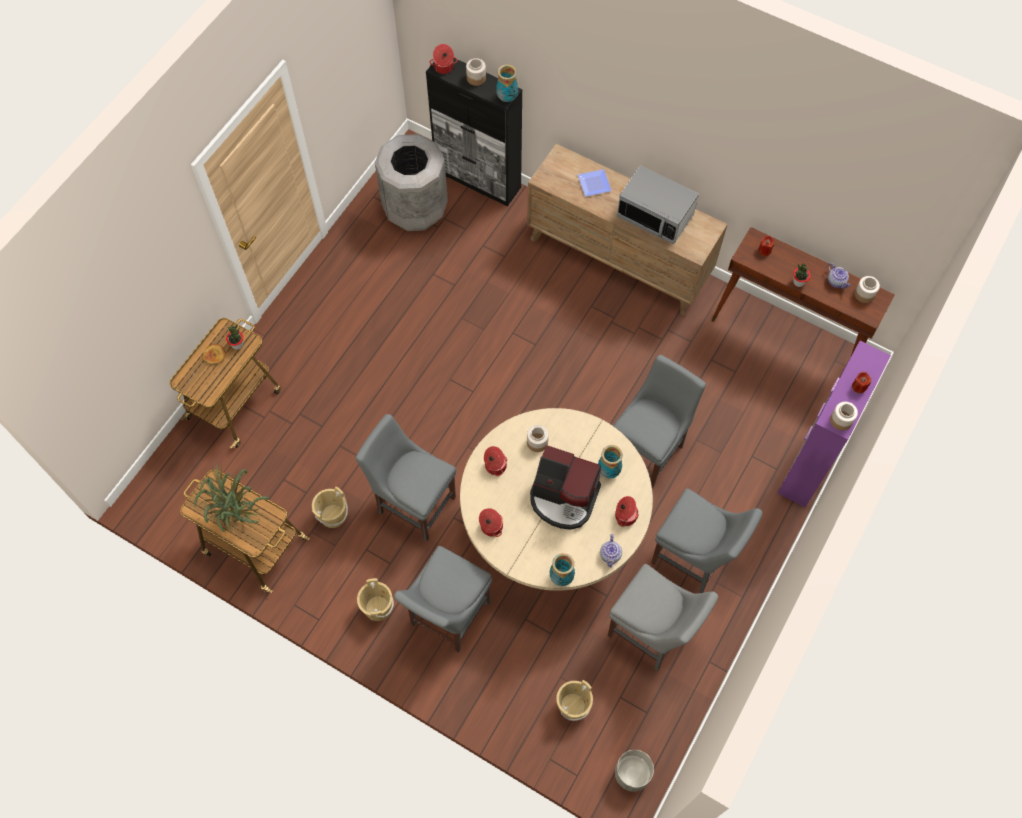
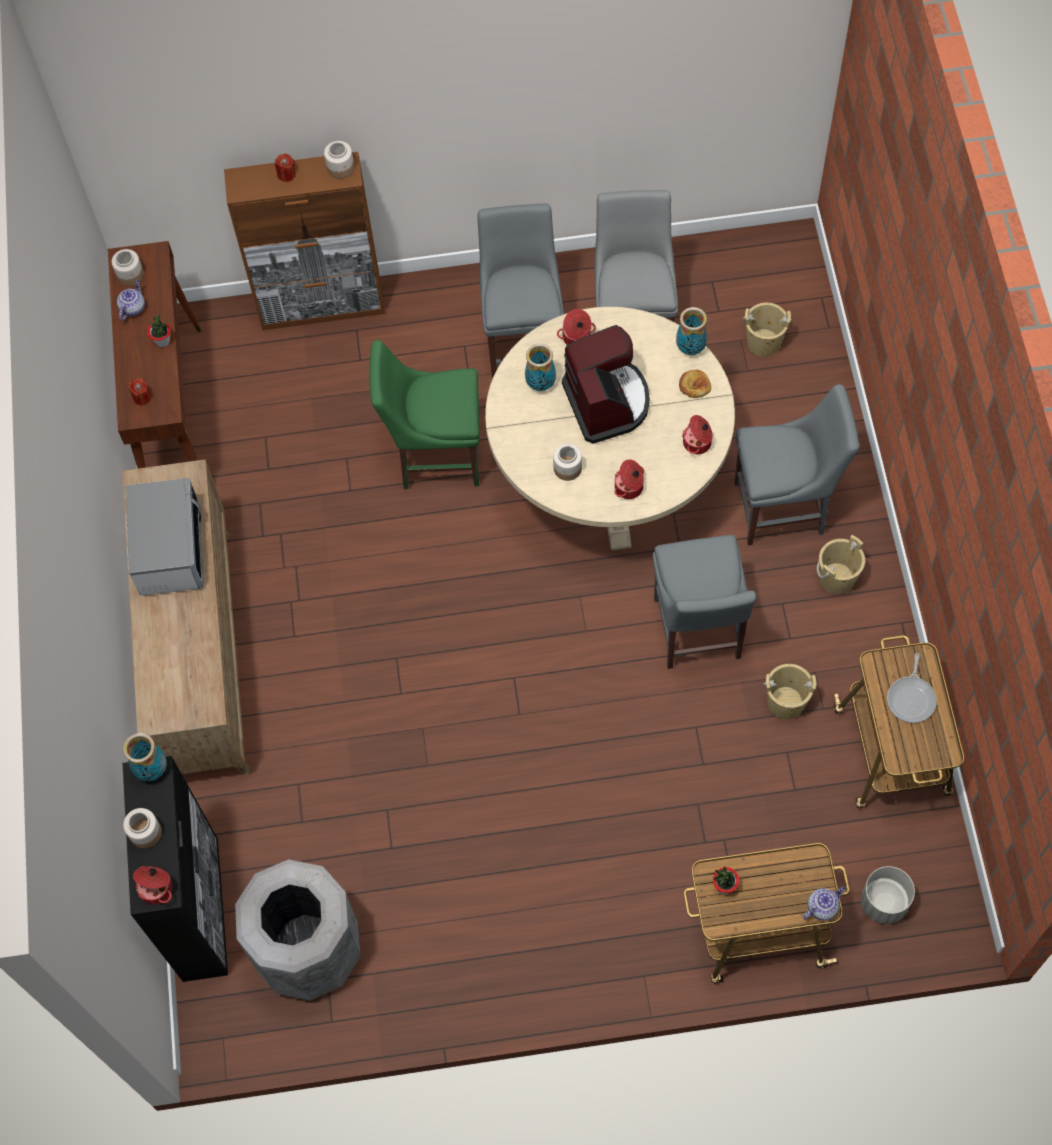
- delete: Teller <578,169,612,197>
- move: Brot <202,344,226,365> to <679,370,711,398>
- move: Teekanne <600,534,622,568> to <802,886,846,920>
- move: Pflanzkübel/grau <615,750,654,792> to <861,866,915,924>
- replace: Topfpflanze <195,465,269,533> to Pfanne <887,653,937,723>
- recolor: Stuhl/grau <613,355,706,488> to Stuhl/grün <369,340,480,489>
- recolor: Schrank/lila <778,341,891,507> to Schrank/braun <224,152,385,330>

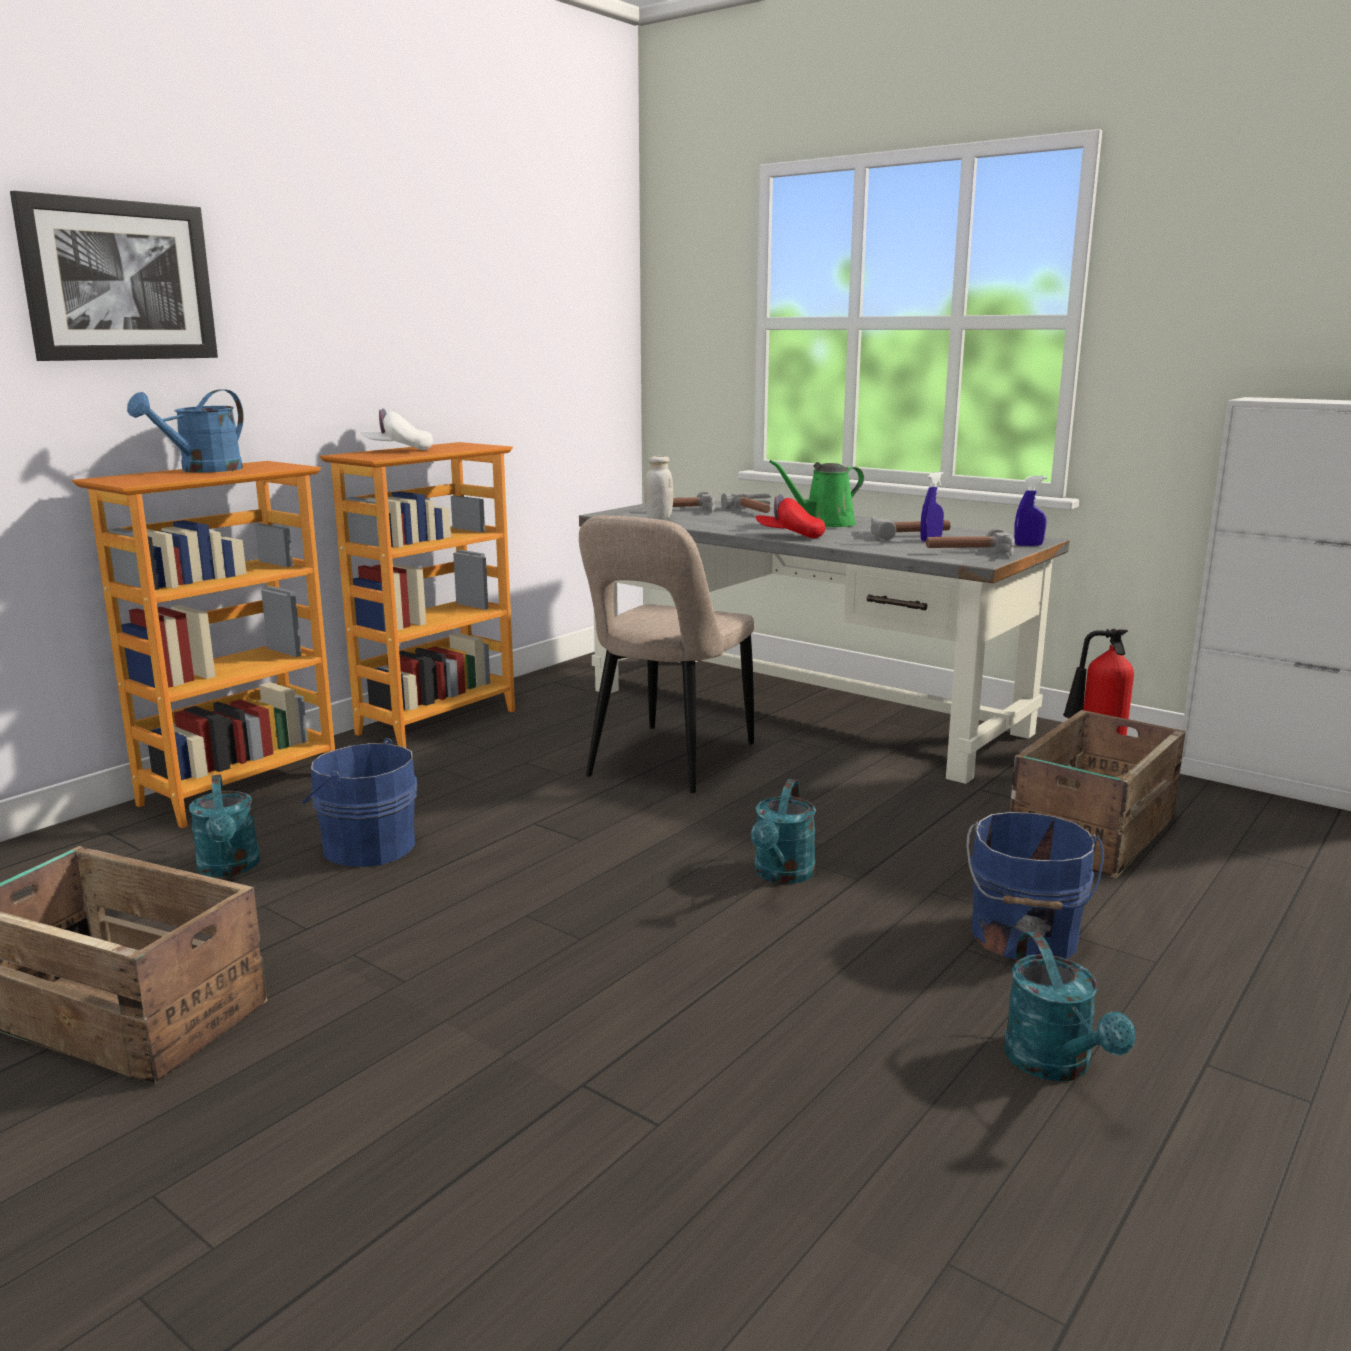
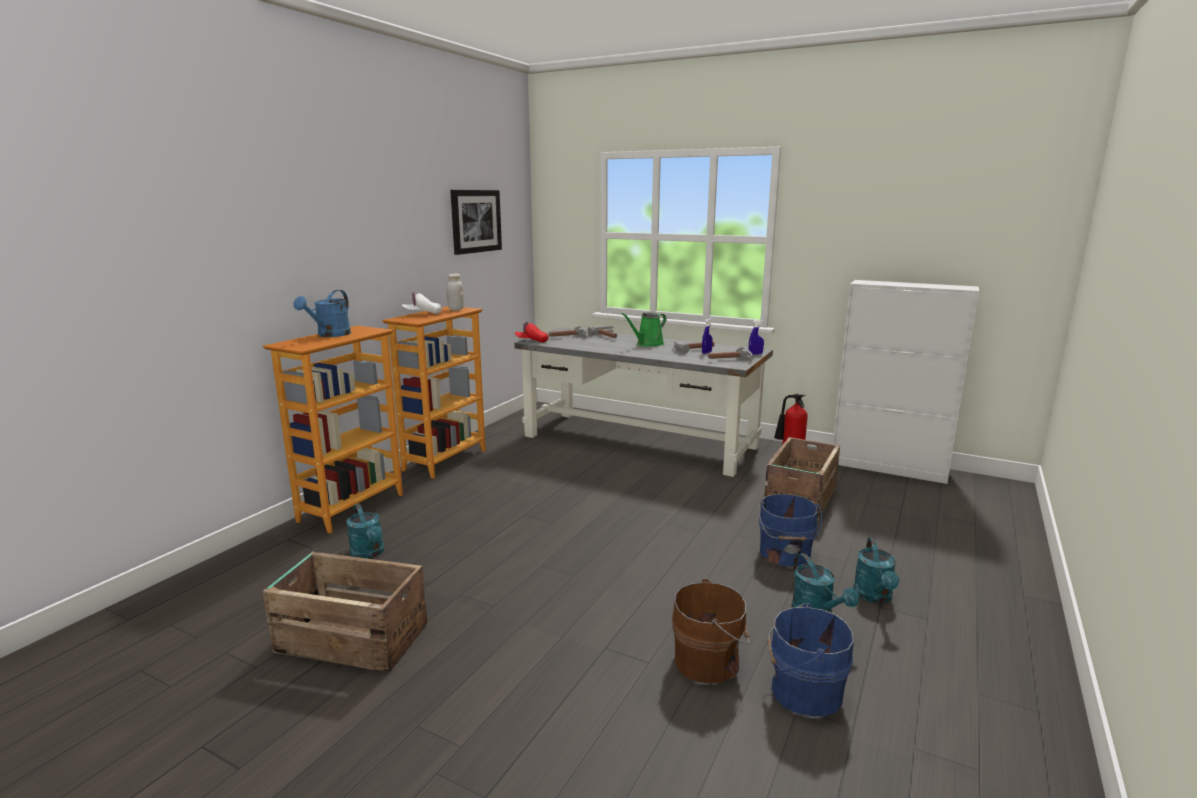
- delete: Stuhl/beige <579,515,754,793>
- insert: Eimer/braun <672,579,749,684>
- move: Bild <10,191,218,361> to <450,190,502,255>
- move: Eimer/blau <302,738,417,867> to <768,603,854,716>
- move: Vorratsglas/weiß <644,456,673,520> to <446,274,464,311>
- move: Gießkanne/türkis <751,779,816,884> to <853,538,899,603>
- move: Kappe/rot <756,494,825,538> to <515,321,549,343>

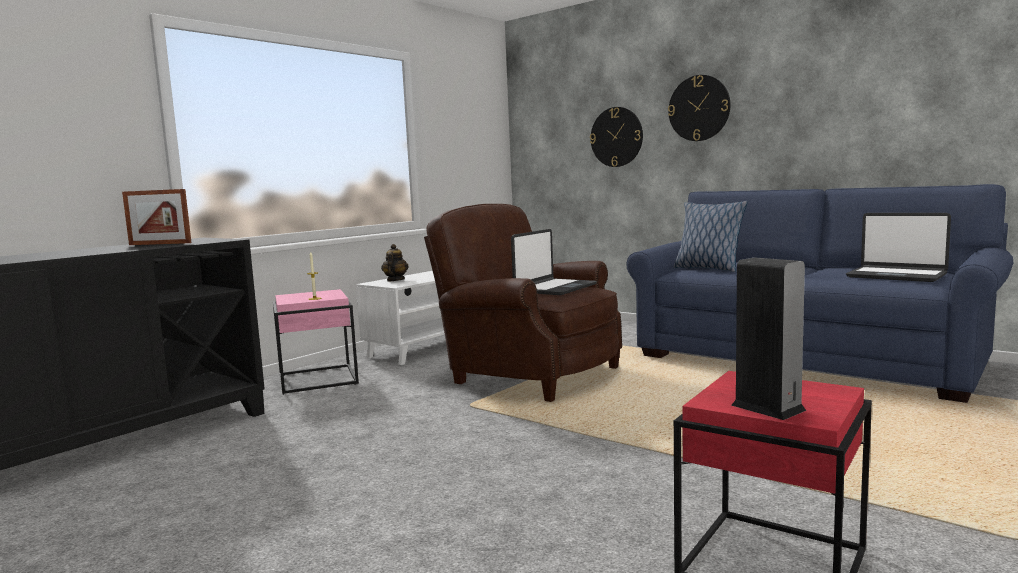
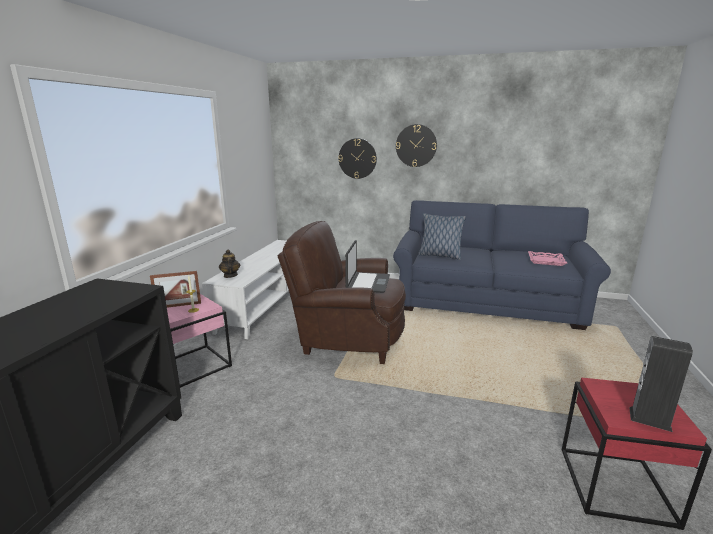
- move: Bilderrahmen <122,189,191,245> to <150,271,201,308>
- replace: Laptop <846,213,951,282> to Tablett/rosa <528,251,567,266>

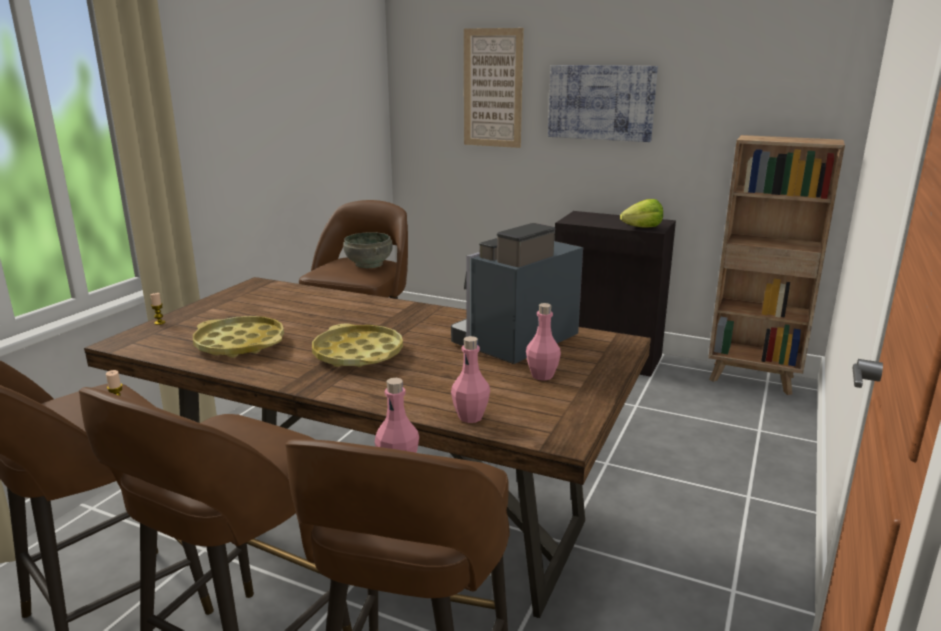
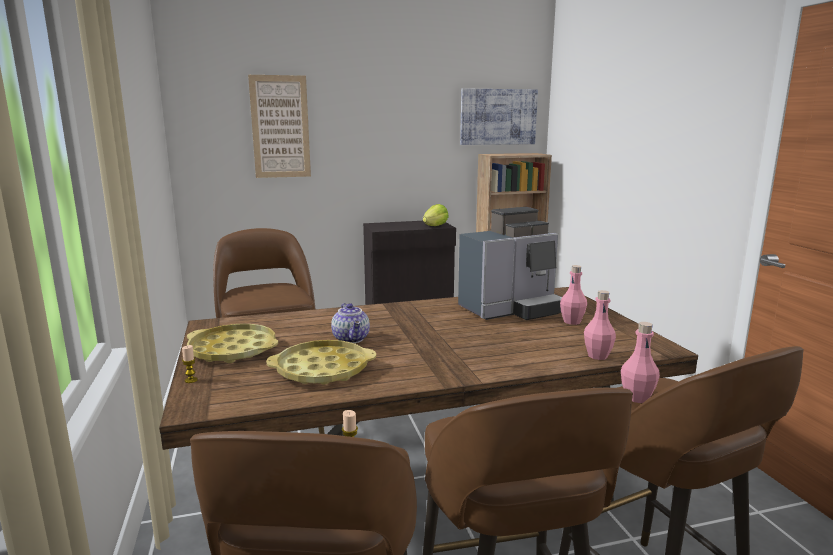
- delete: Schüssel/grau <343,233,393,268>
- insert: Teekanne <331,303,370,343>
- move: Tablett/gelb <312,324,403,367> to <187,324,278,363>
- move: Bild <548,65,658,142> to <460,88,538,145>
- rotate: Kaffeemaschine <451,223,583,364> = <458,207,562,320> 120 degrees counterclockwise

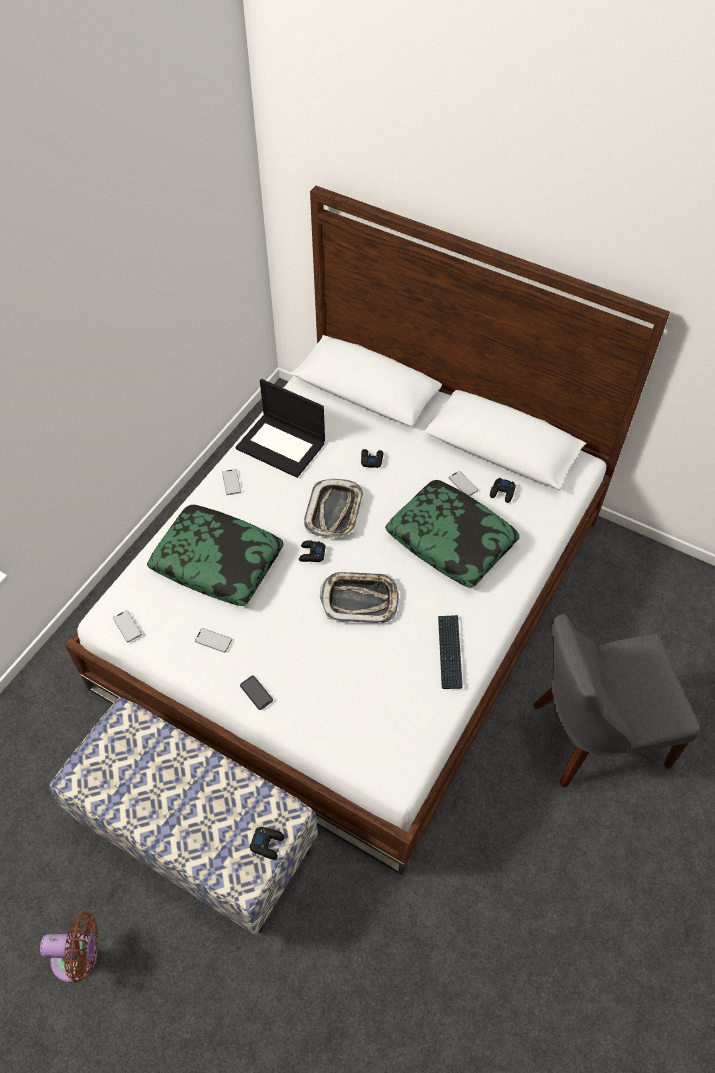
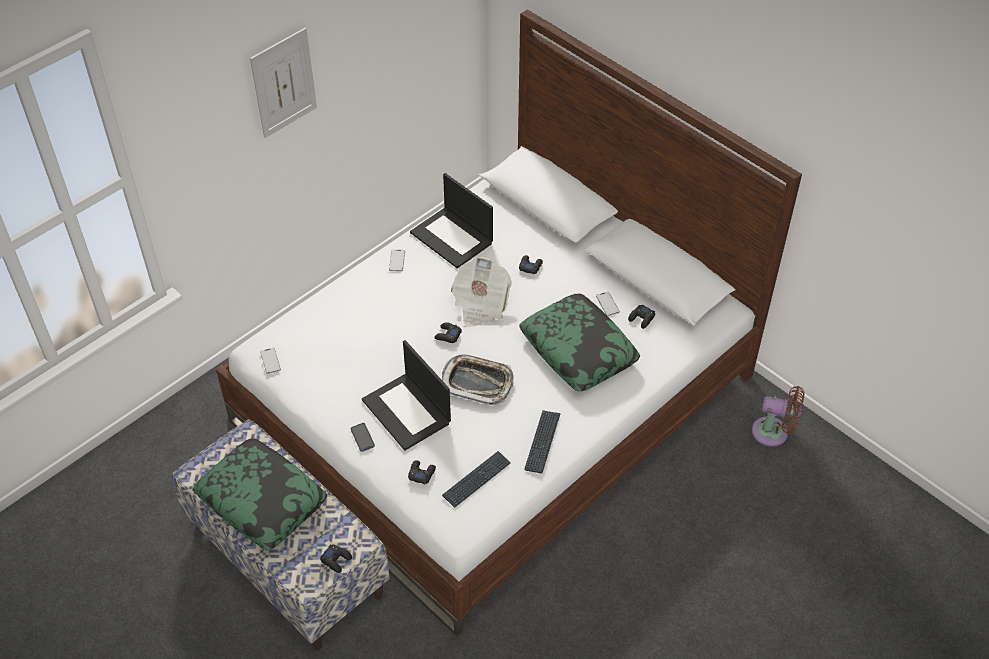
- delete: Handy <195,628,232,653>
- delete: Stuhl/grau <533,613,700,787>
- insert: Bild <250,28,317,138>
- insert: Laptop <362,340,451,451>
- insert: Gamepad/schwarz <408,460,436,484>
- insert: Tastatur <442,451,511,507>
- move: Ventilator/braun <40,912,98,983> to <752,386,804,447>
- move: Kissen <147,505,283,606> to <193,438,327,550>
- replace: Tablett <304,479,363,538> to Zeitung <451,256,512,327>

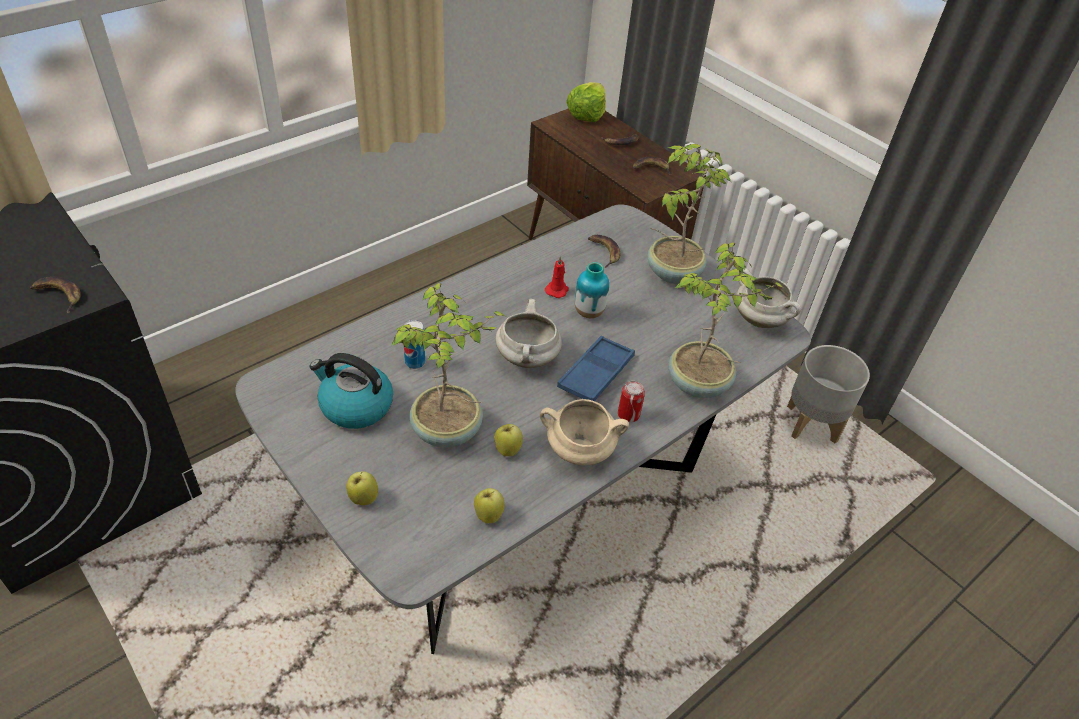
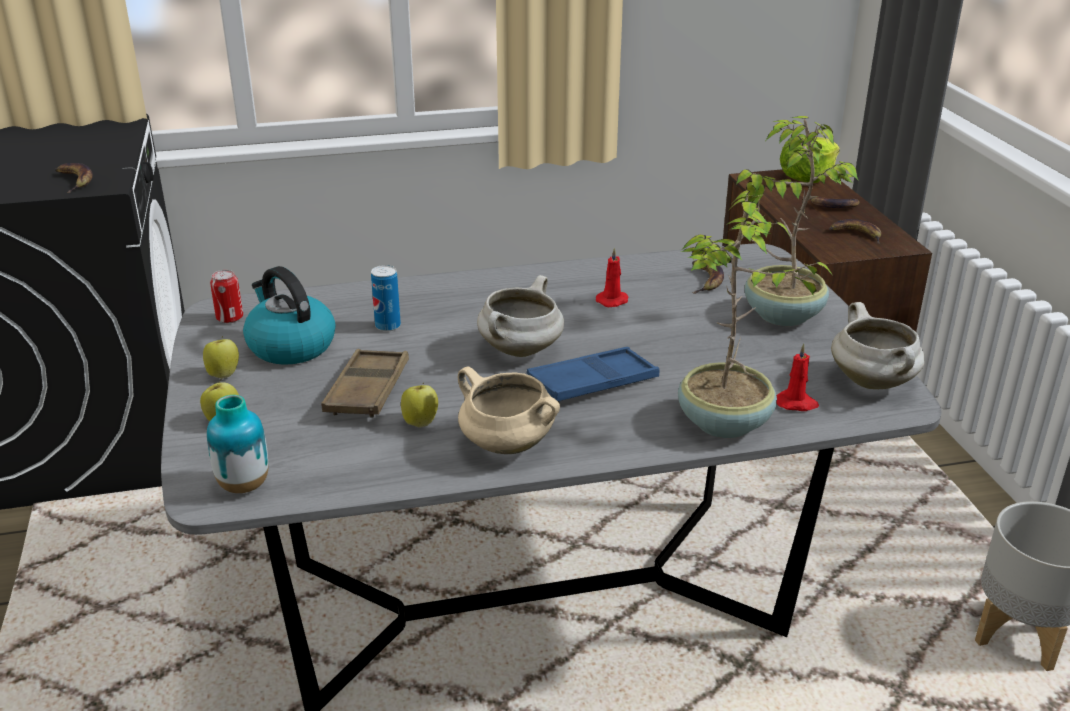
- insert: Kerze/rot <776,344,819,411>
- move: Apfel <474,488,505,523> to <203,336,239,379>
- move: Vase <575,262,609,318> to <207,395,268,493>
- move: Dose <618,381,645,422> to <210,270,243,323>
- replace: Topfpflanze <391,283,505,448> to Tablett/braun <321,349,409,418>

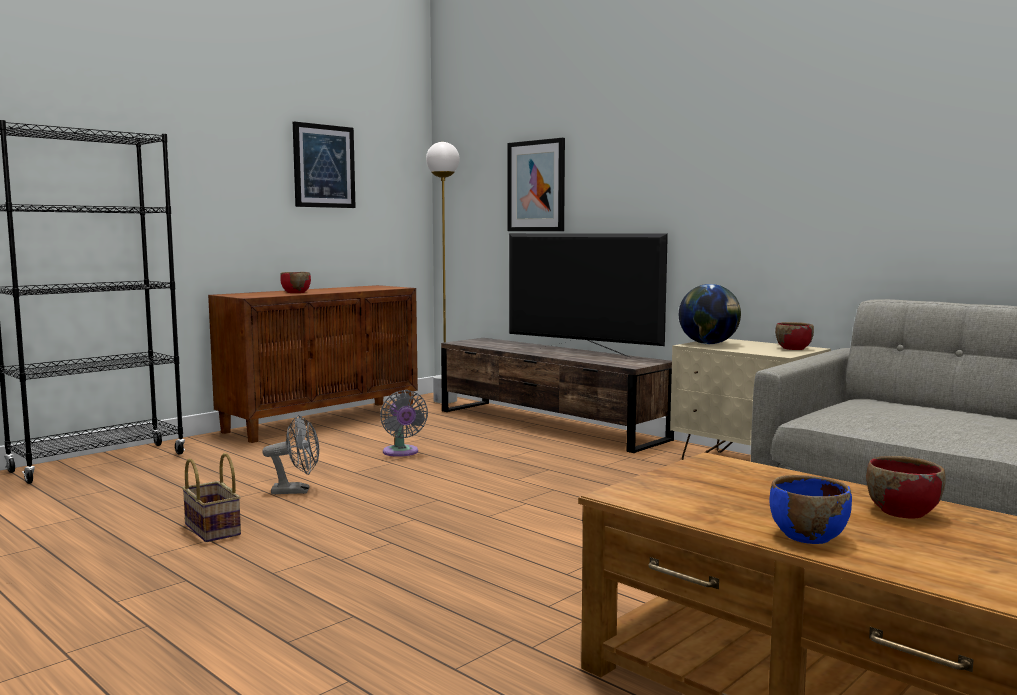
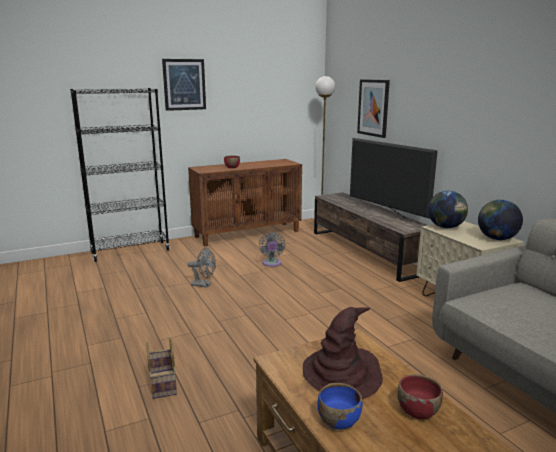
- insert: Hut/braun <303,307,383,399>
- move: Korb <182,453,241,542> to <146,338,177,399>
- move: Bild <293,122,356,208> to <162,59,206,111>
- replace: Schüssel/rot <775,322,814,350> to Globus <478,200,523,240>

